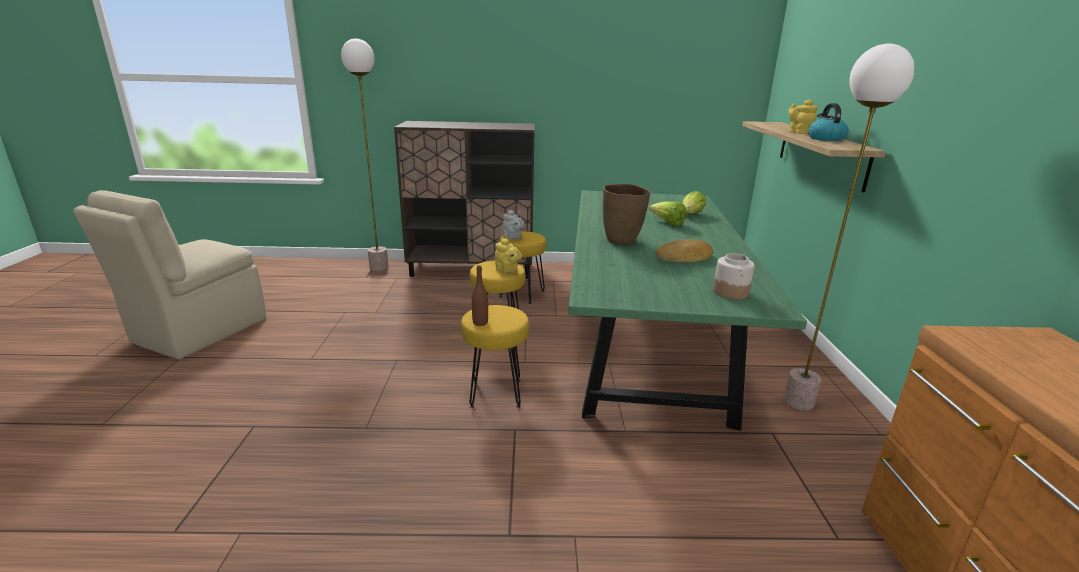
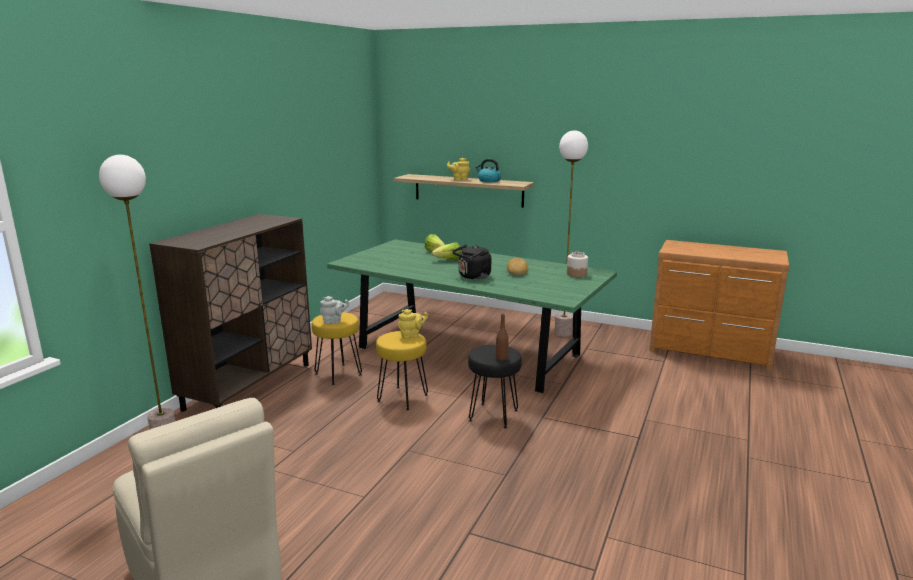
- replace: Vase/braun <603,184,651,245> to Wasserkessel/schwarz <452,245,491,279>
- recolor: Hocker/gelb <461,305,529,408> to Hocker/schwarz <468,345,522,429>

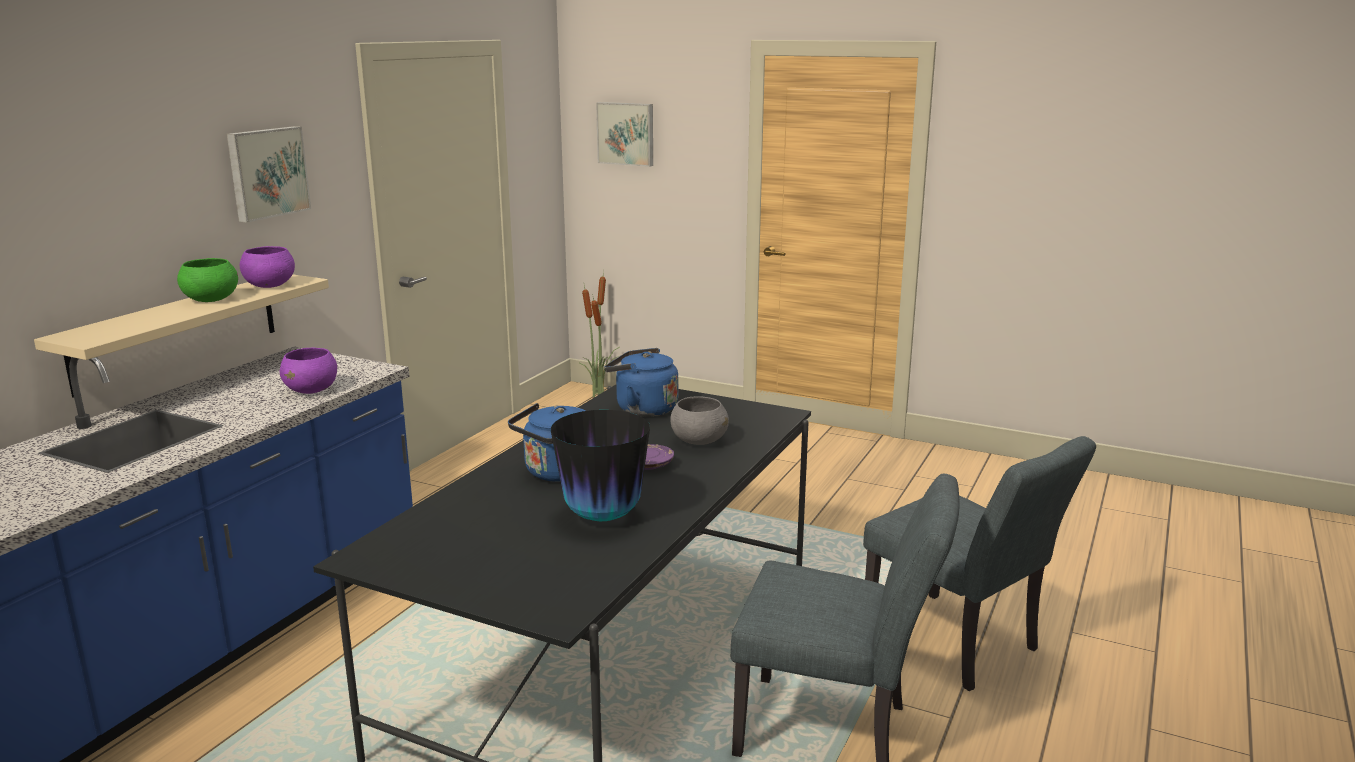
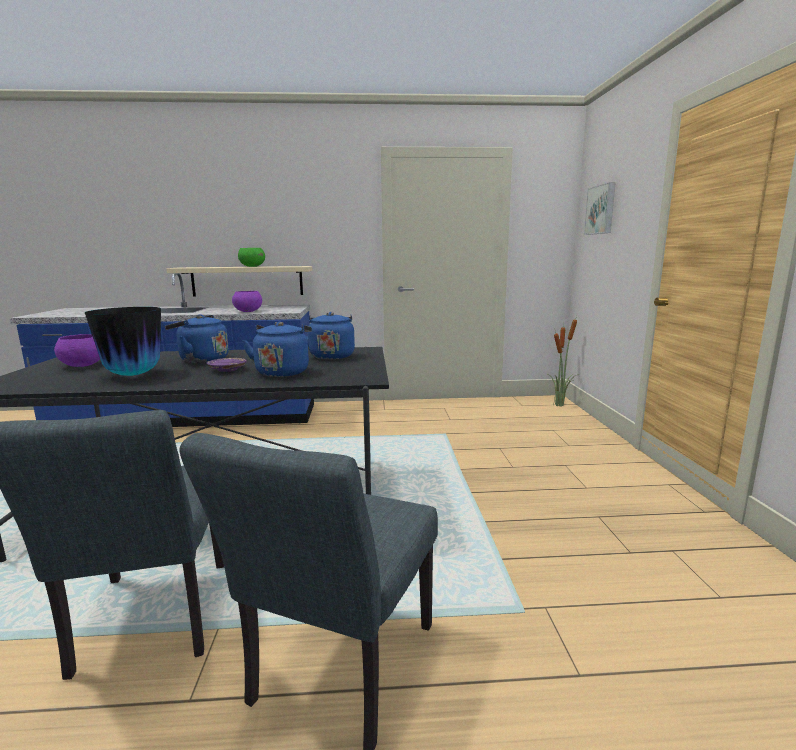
- delete: Bild <227,126,311,222>
- move: Schüssel/lila <240,246,295,288> to <54,334,100,367>
- replace: Schüssel/grau <670,396,729,445> to Wasserkessel/blau <242,321,312,377>

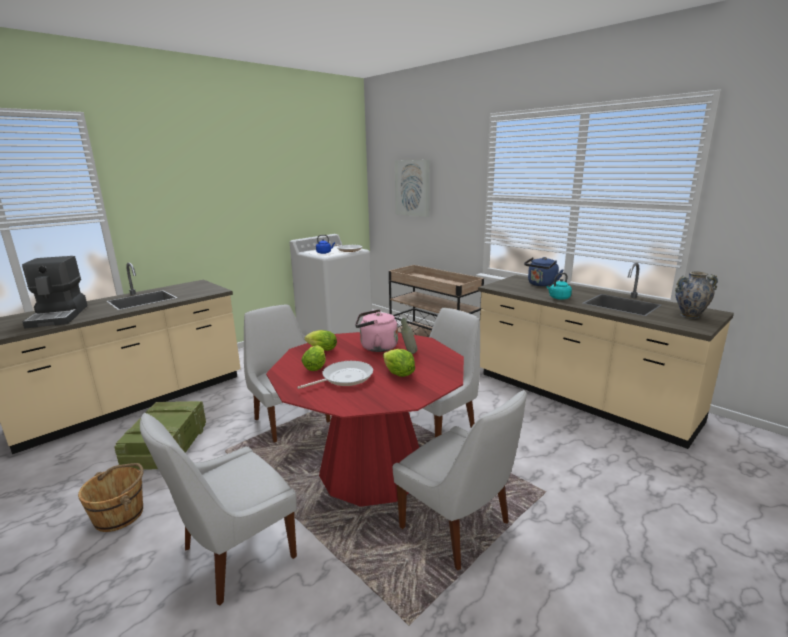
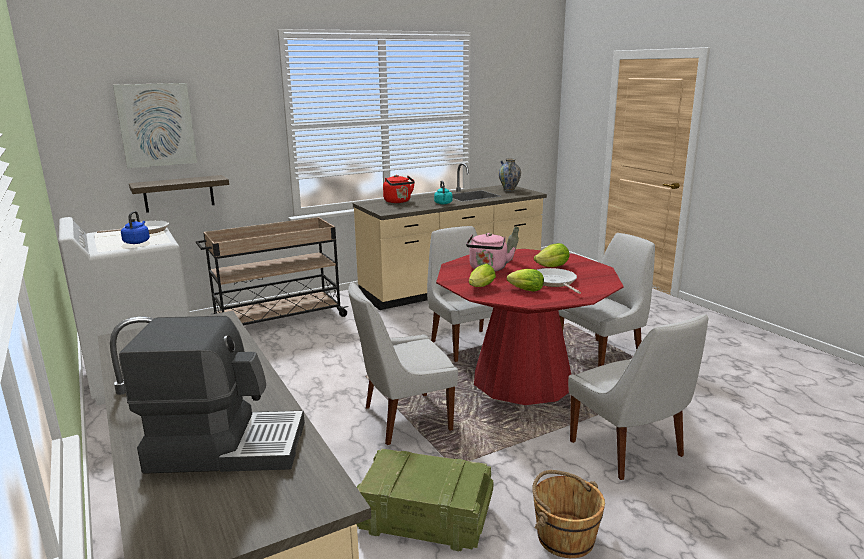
- insert: Wandregal <129,175,229,213>
- recolor: Wasserkessel/blau <524,257,563,287> to Wasserkessel/rot <383,175,415,203>

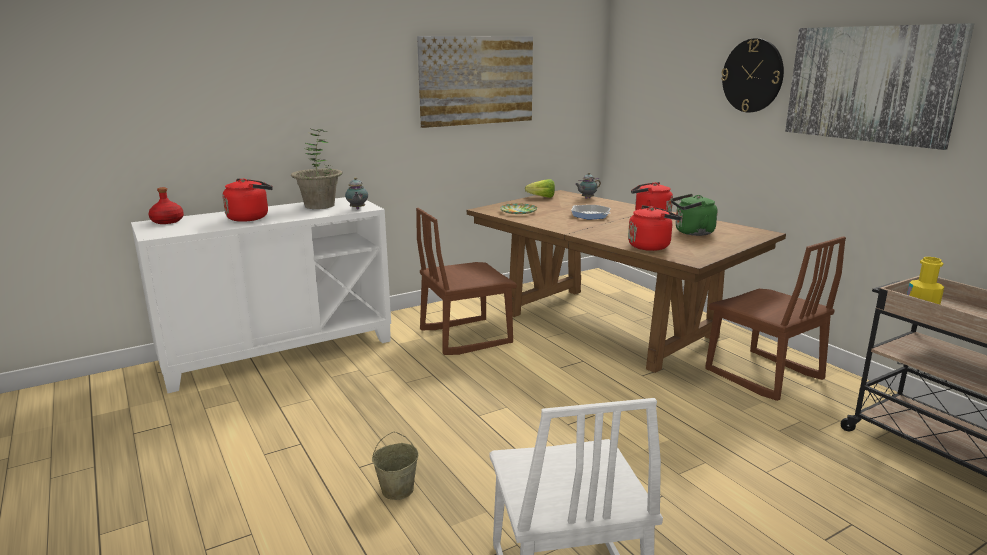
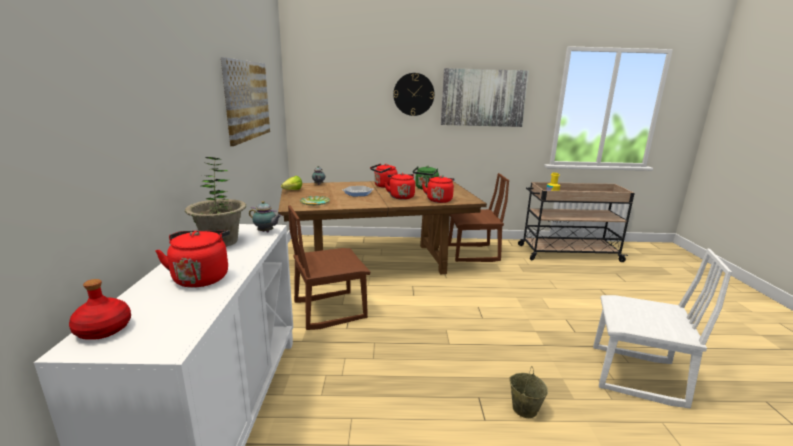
- insert: Wasserkessel/rot <384,173,415,200>
- rotate: Stuhl/braun <416,208,517,355> = <288,205,370,330> 60 degrees clockwise

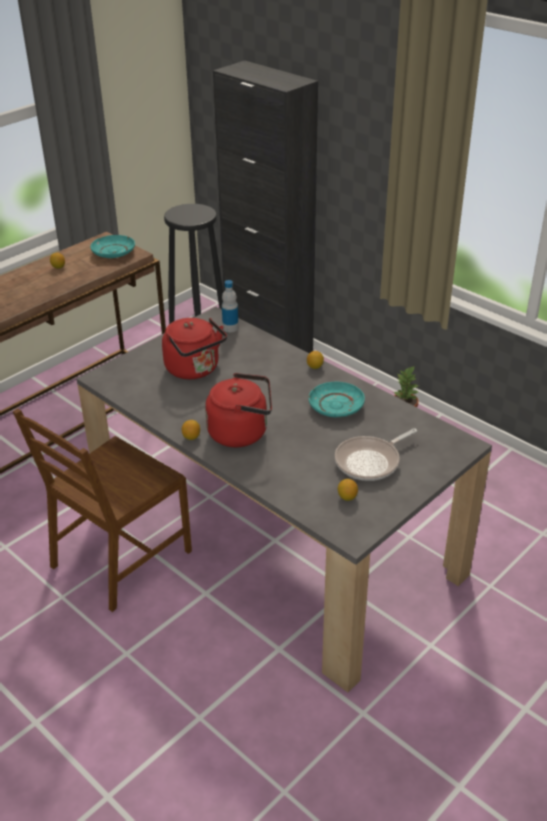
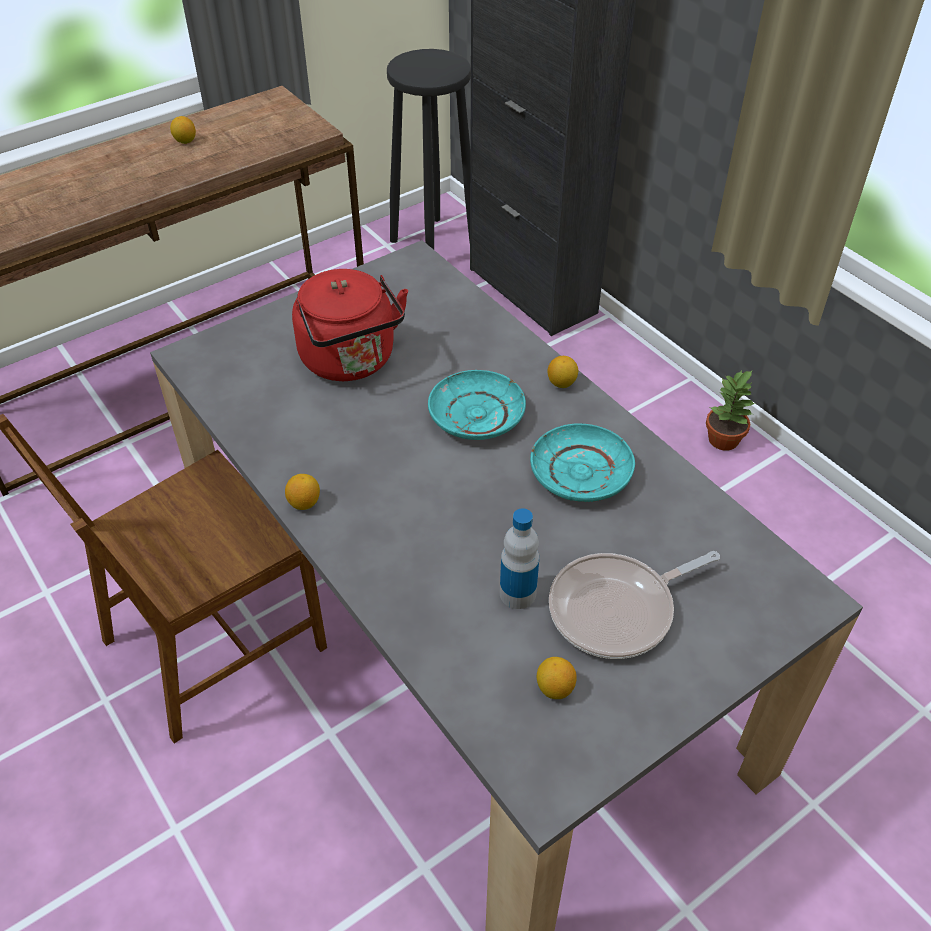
- delete: Wasserkessel/rot <205,373,272,447>
- move: Teller/türkis <90,235,135,258> to <428,370,526,440>
- move: Flasche <222,280,239,332> to <500,508,539,609>

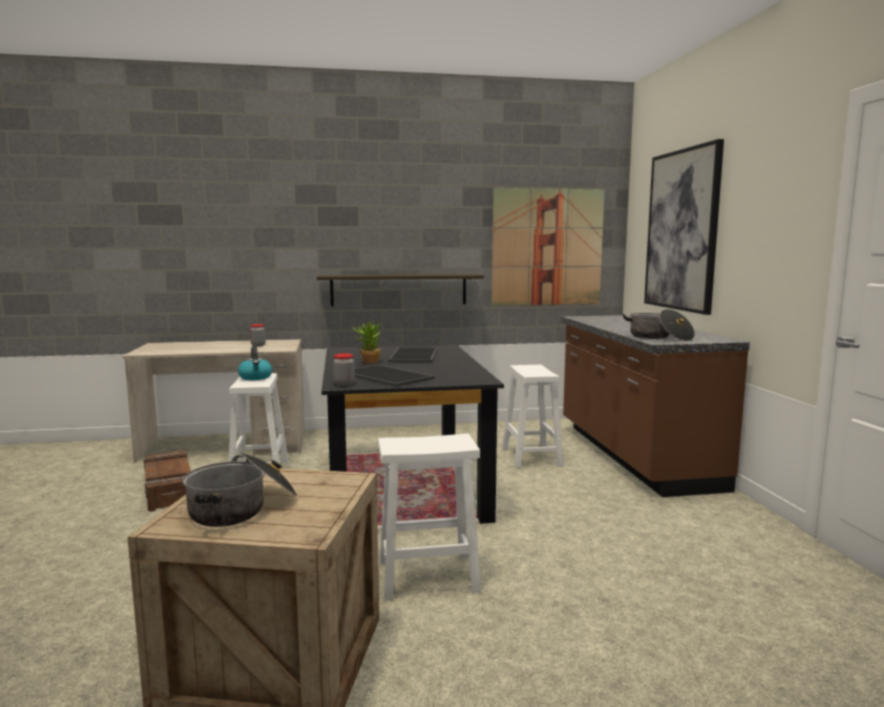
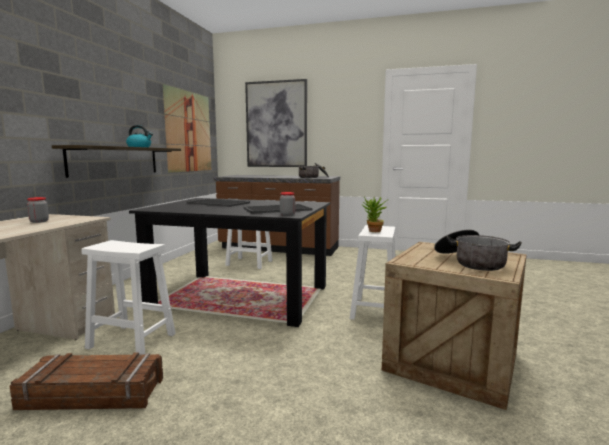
- move: Wasserkessel <238,346,272,380> to <126,125,153,147>
- move: Topfpflanze <352,319,381,364> to <362,197,389,232>

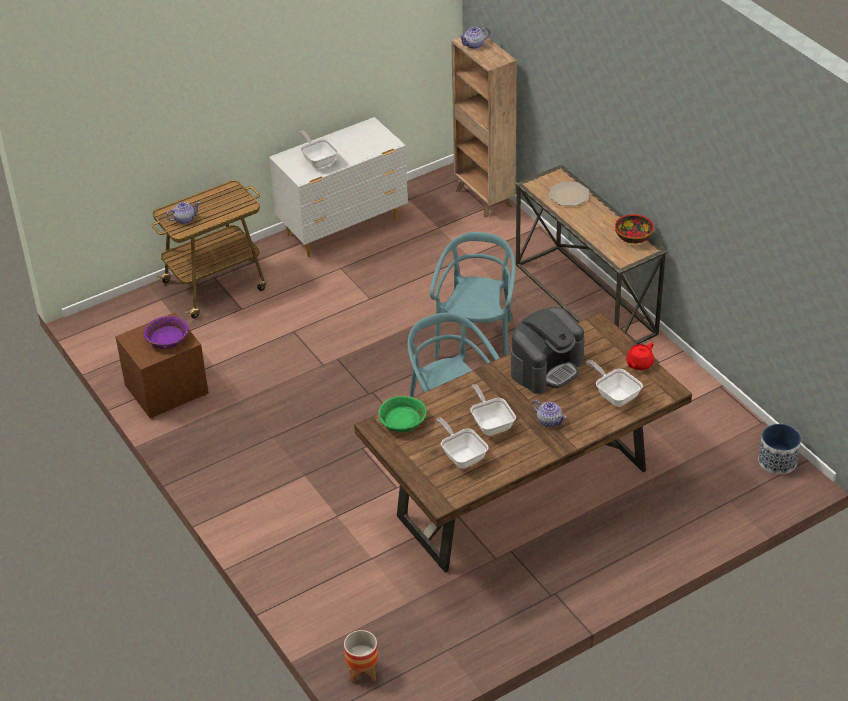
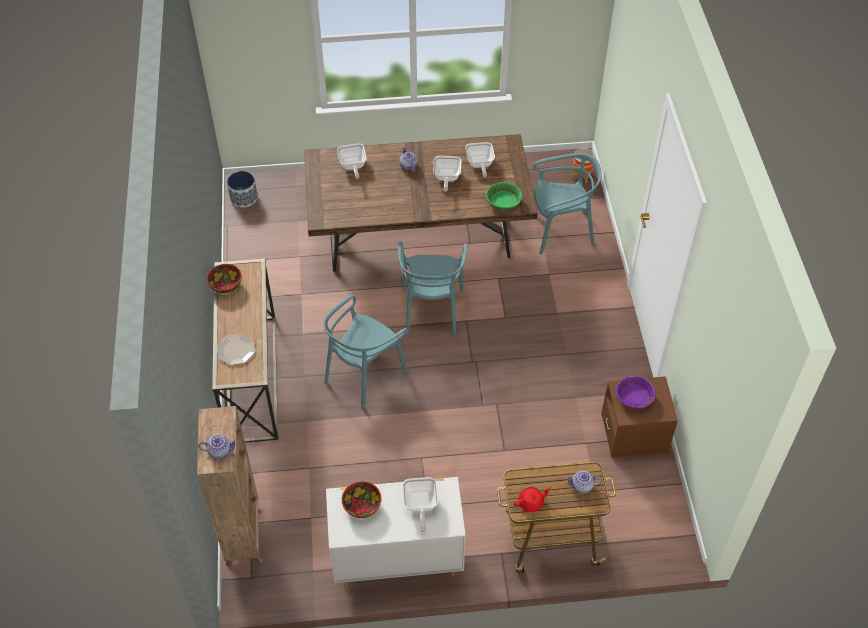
- delete: Kaffeemaschine <511,307,585,394>
- insert: Schüssel <342,481,381,518>
- insert: Stuhl/türkis <534,153,602,254>
- move: Teekanne/rot <626,342,654,370> to <514,487,552,512>

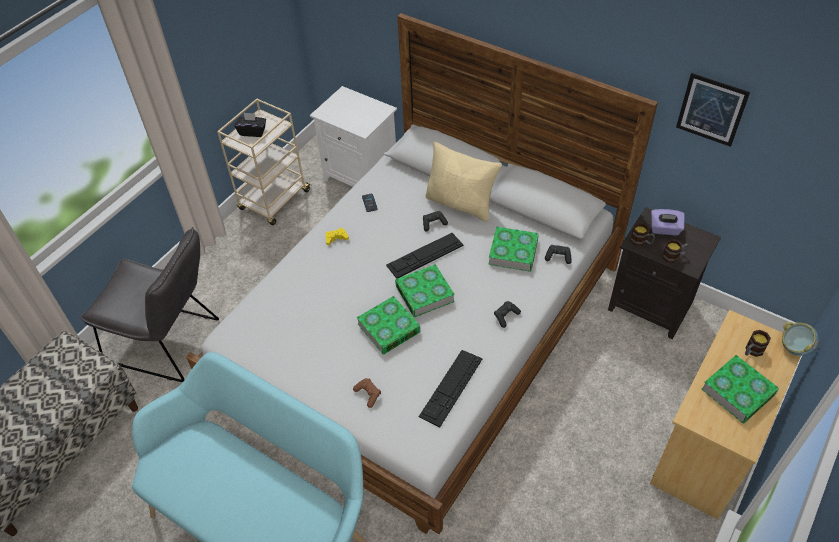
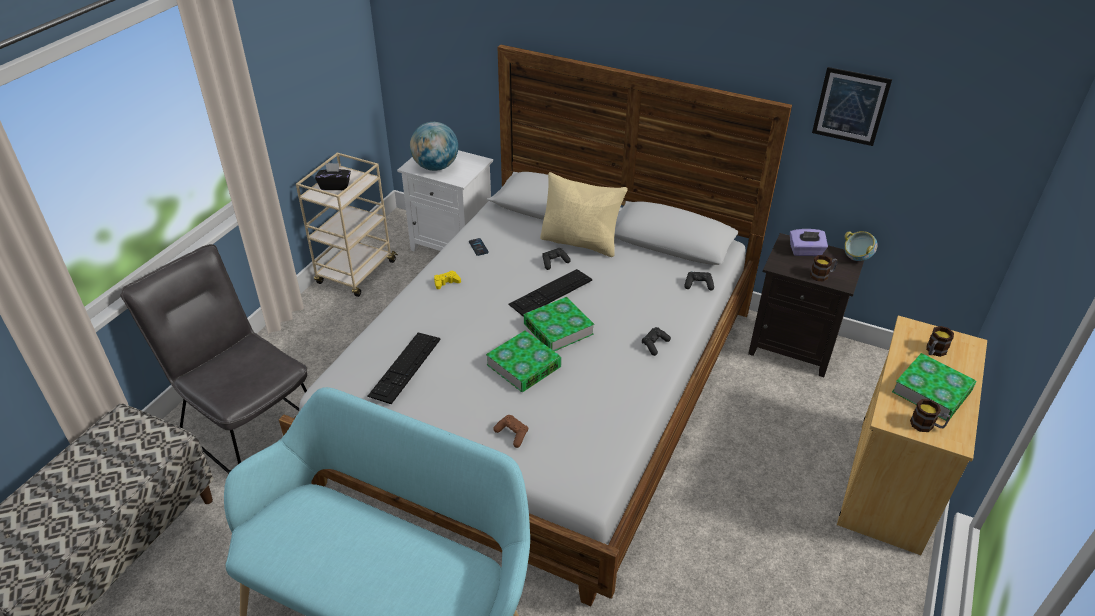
- delete: Buch <488,227,539,272>
- insert: Globus <410,122,458,171>
- move: Tastatur <419,350,482,427> to <367,333,440,404>
- move: Henkelbecher <630,222,655,246> to <910,399,950,432>
- move: Schüssel <782,322,818,356> to <845,231,878,261>
- rotate: Stuhl/grau <80,227,219,382> = <120,244,307,474> 150 degrees counterclockwise

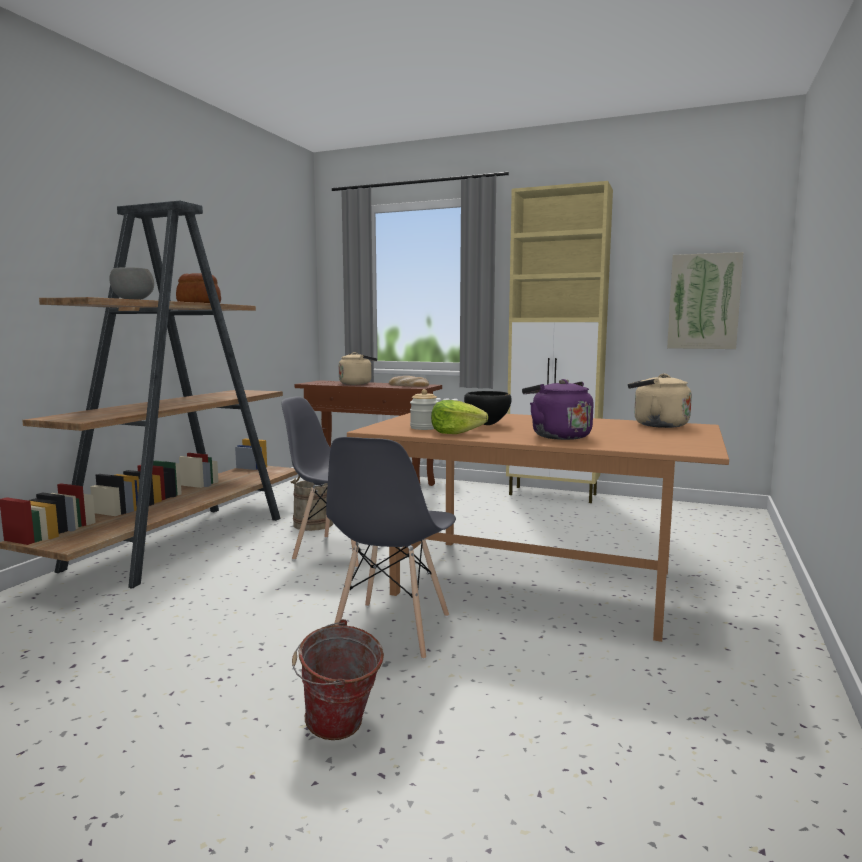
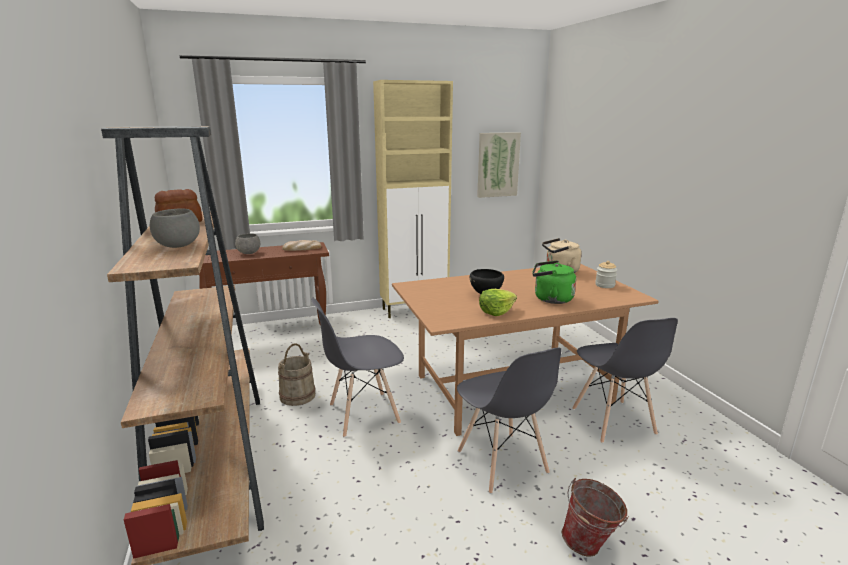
- insert: Stuhl/grau <572,318,678,443>
- move: Vorratsglas <410,389,438,430> to <595,261,617,288>
- replace: Wasserkessel/beige <339,352,377,385> to Schüssel/grau <235,233,260,254>
- recolor: Wasserkessel/lila <522,379,593,440> to Wasserkessel/grün <532,260,576,304>

